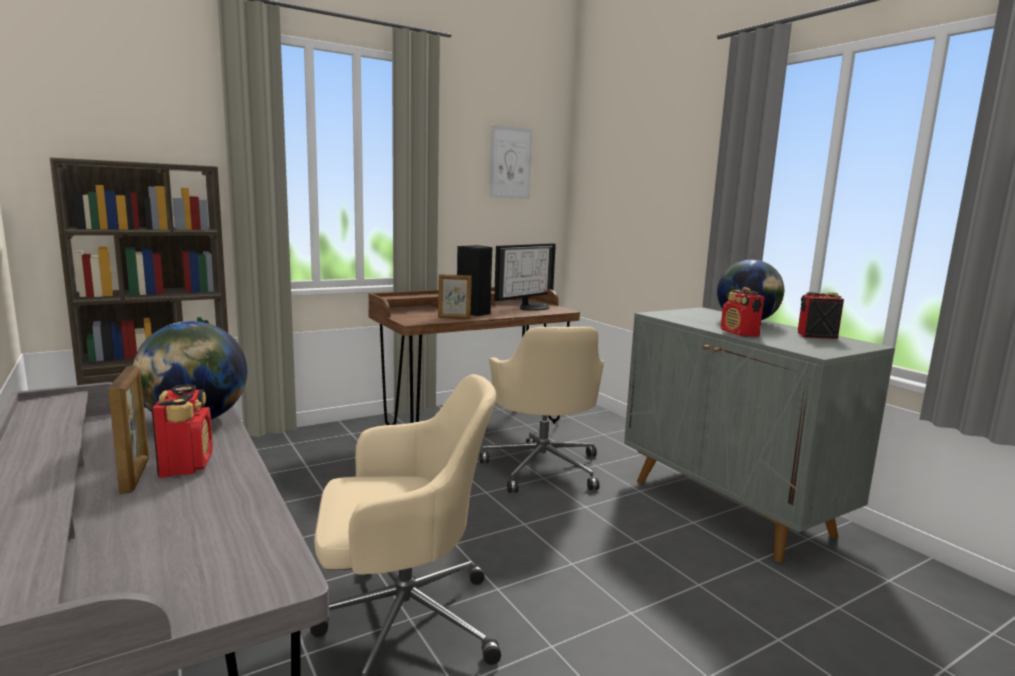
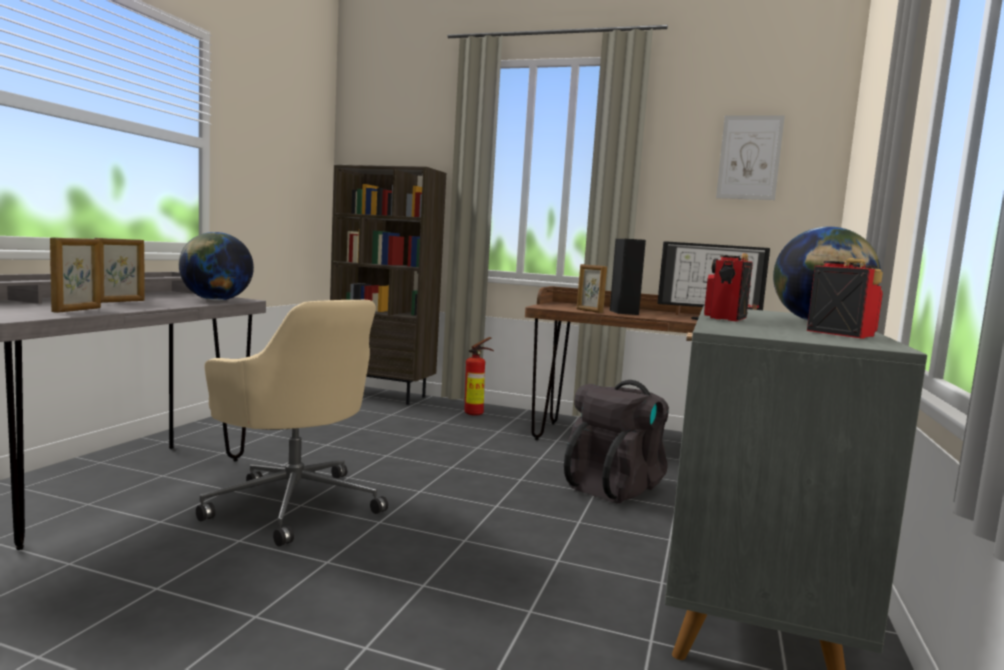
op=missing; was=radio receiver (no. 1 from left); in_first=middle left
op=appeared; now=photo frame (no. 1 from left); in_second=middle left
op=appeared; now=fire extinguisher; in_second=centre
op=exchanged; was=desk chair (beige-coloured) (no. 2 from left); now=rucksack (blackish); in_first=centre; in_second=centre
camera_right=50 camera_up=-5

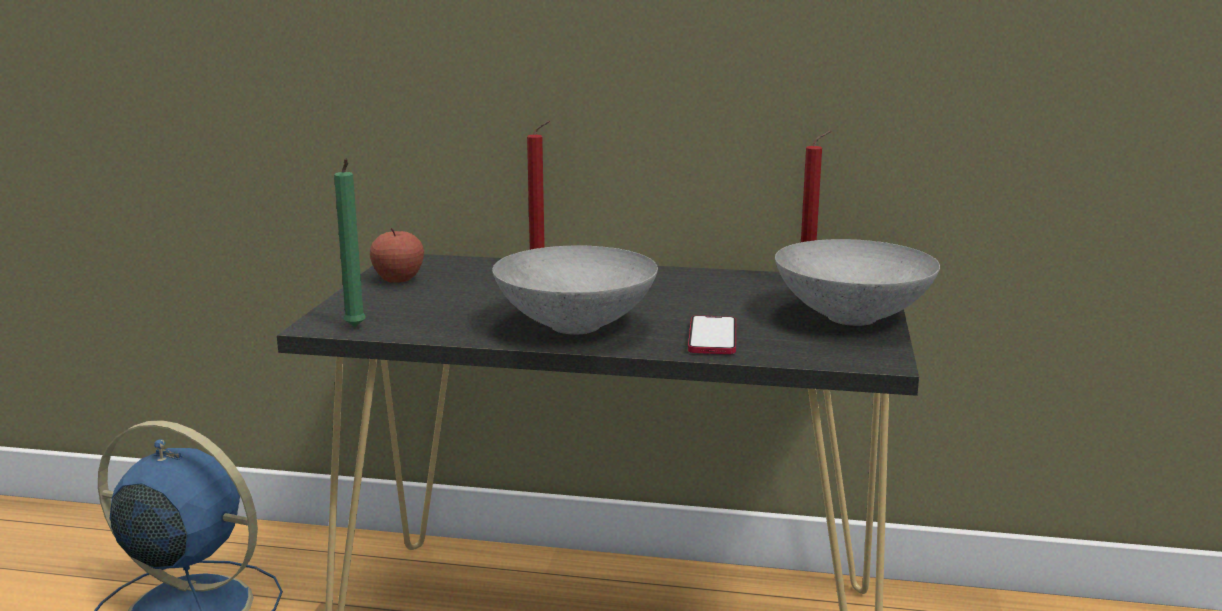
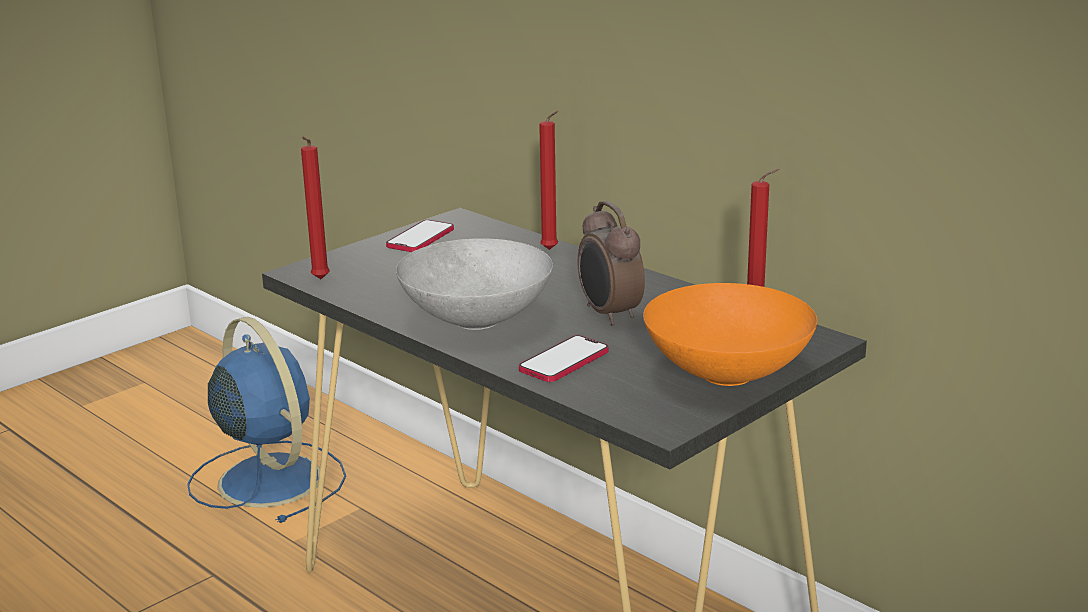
op=appeared; now=bedside clock; in_second=centre
op=exchanged; was=whole apple; now=phone (no. 1 from left); in_first=middle left; in_second=centre
op=colour; was=candle (green); now=candle (reddish) (no. 1 from left); in_first=middle left; in_second=middle left
op=colour; was=serving bowl (grey) (no. 2 from left); now=serving bowl (orange-coloured); in_first=middle right; in_second=middle right
camera_right=35 camera_up=5

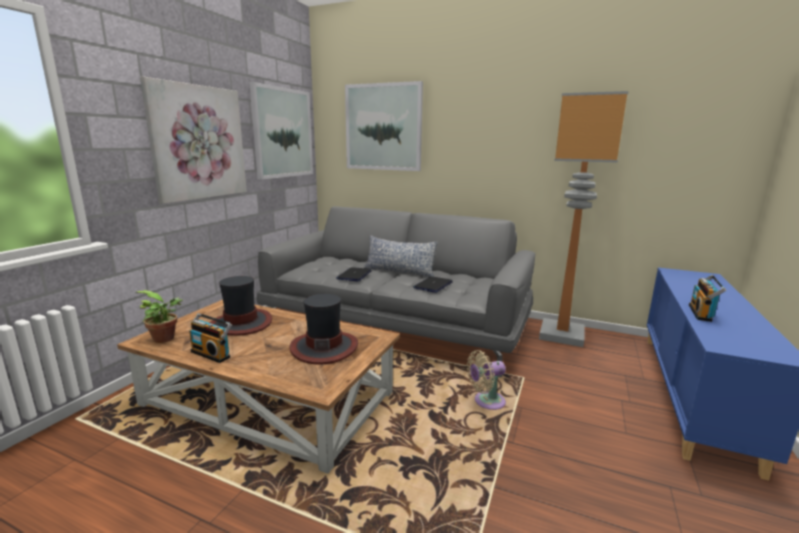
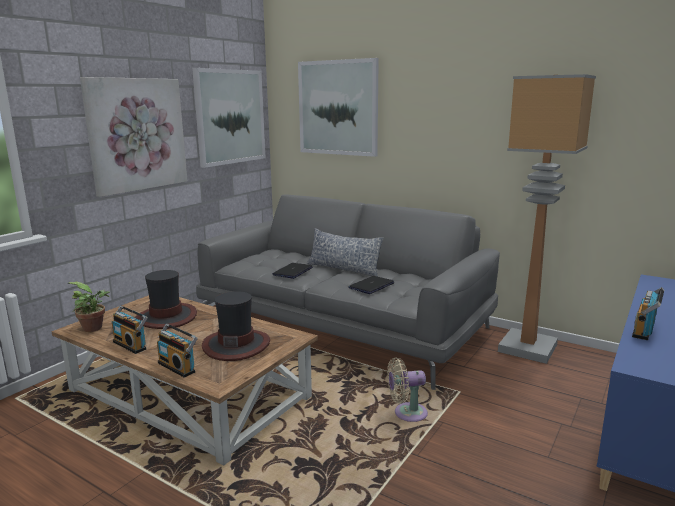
op=appeared; now=radio receiver (no. 2 from left); in_second=bottom left
camera_right=10 camera_up=0

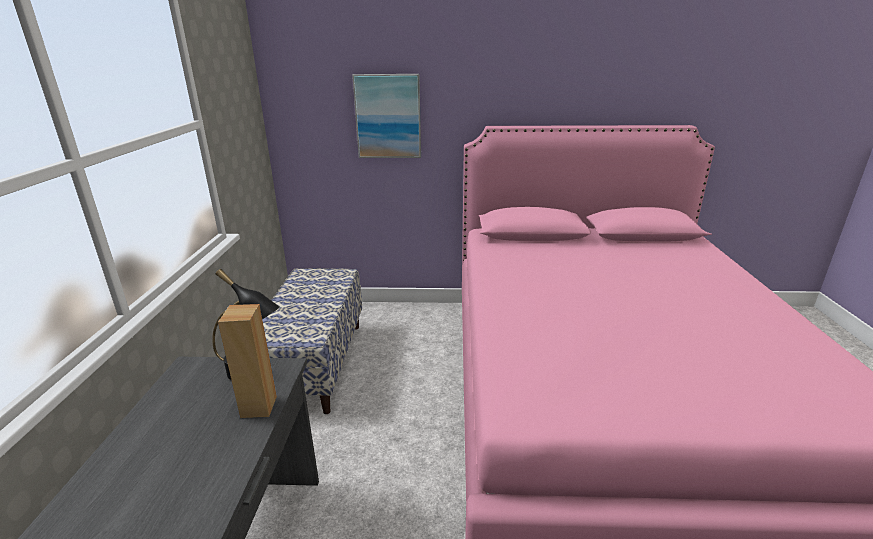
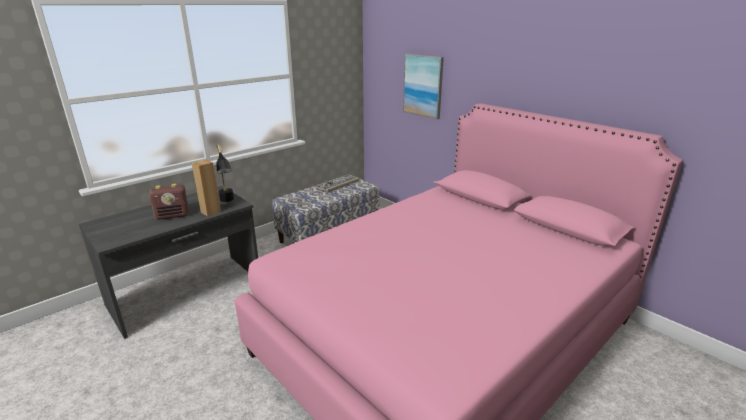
op=appeared; now=radio receiver; in_second=middle left
op=appeared; now=computer keyboard; in_second=centre
camera_right=45 camera_up=0

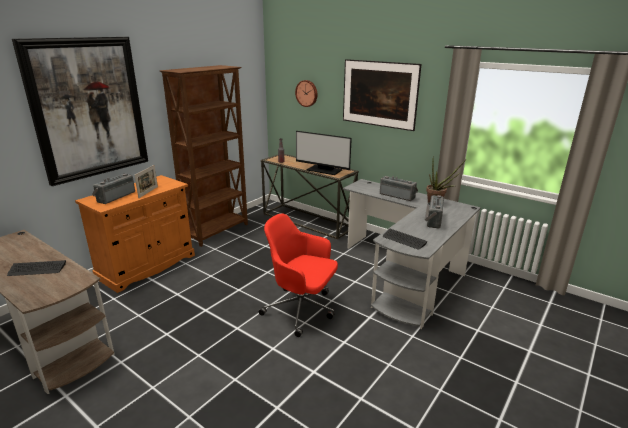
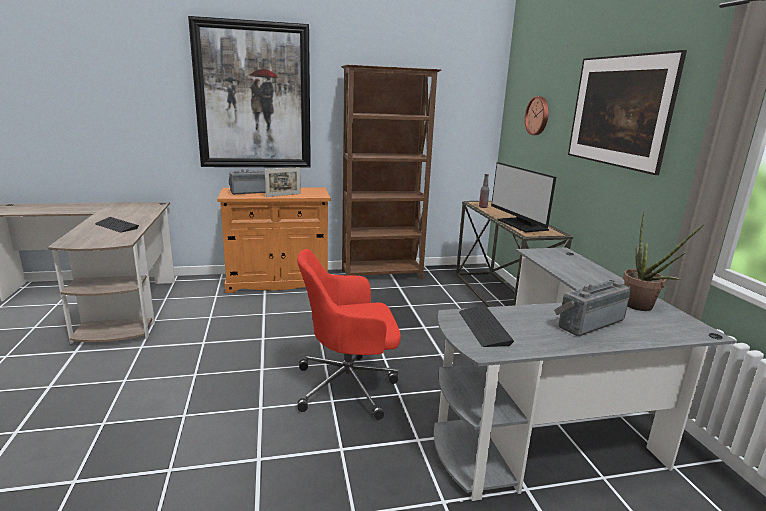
op=missing; was=radio receiver (no. 2 from left); in_first=centre
op=spun; was=desk chair (reddish); in_first=centre; in_second=centre; clockwise=-75
camera_right=40 camera_up=-5

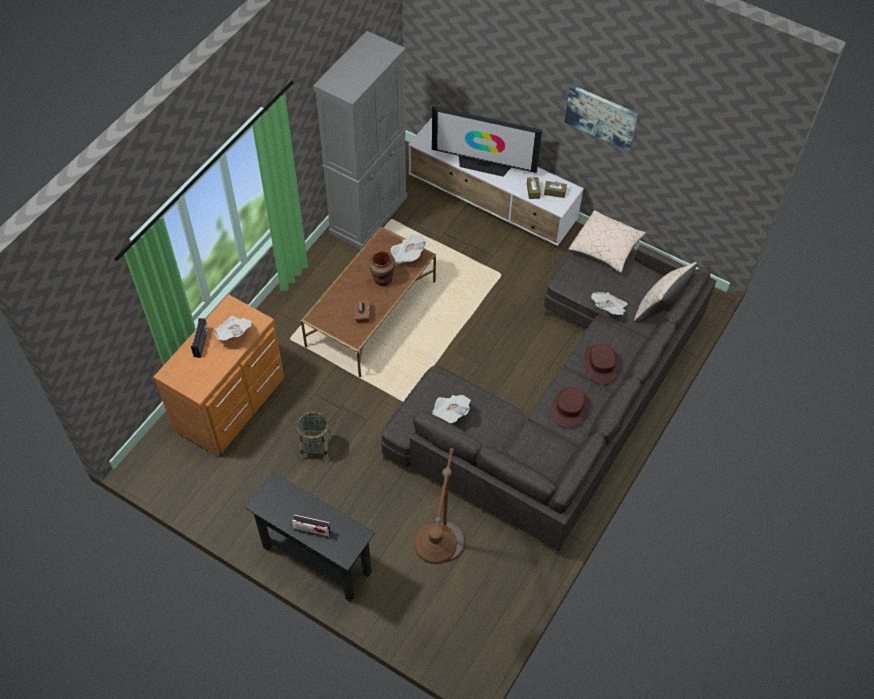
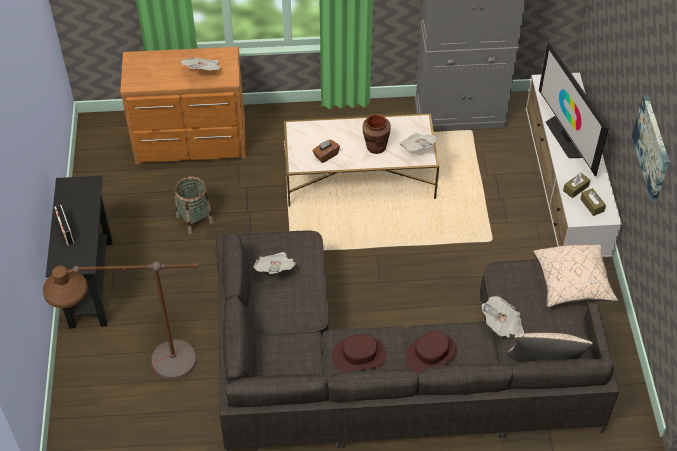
op=missing; was=radio receiver (no. 1 from left); in_first=middle left
op=colour; was=lounge table (brown); now=lounge table (white-coloured); in_first=centre; in_second=centre
camera_right=55 camera_up=-5

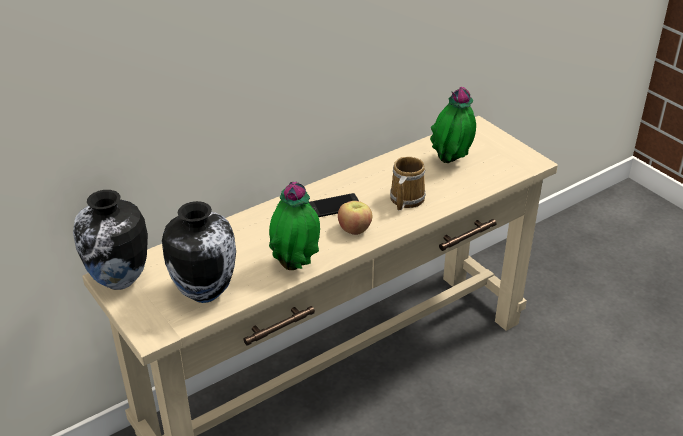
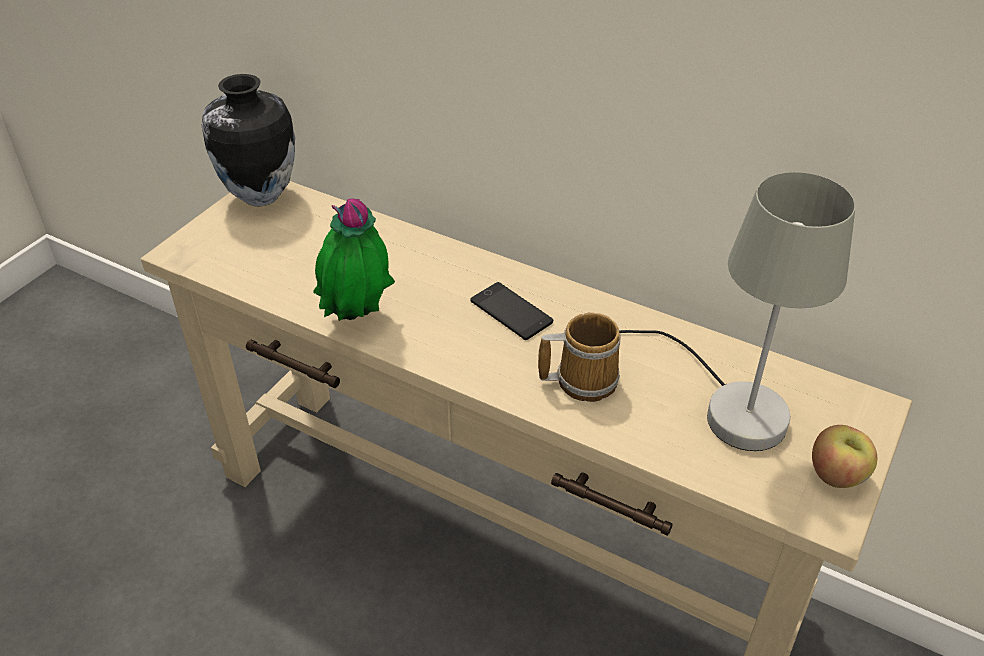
op=missing; was=decorative vase (no. 2 from left); in_first=middle left
op=relocated; was=whole apple; in_first=centre; in_second=bottom right
op=exchanged; was=houseplant (no. 2 from left); now=table lamp (grey); in_first=top centre; in_second=middle right
camera_right=65 camera_up=5

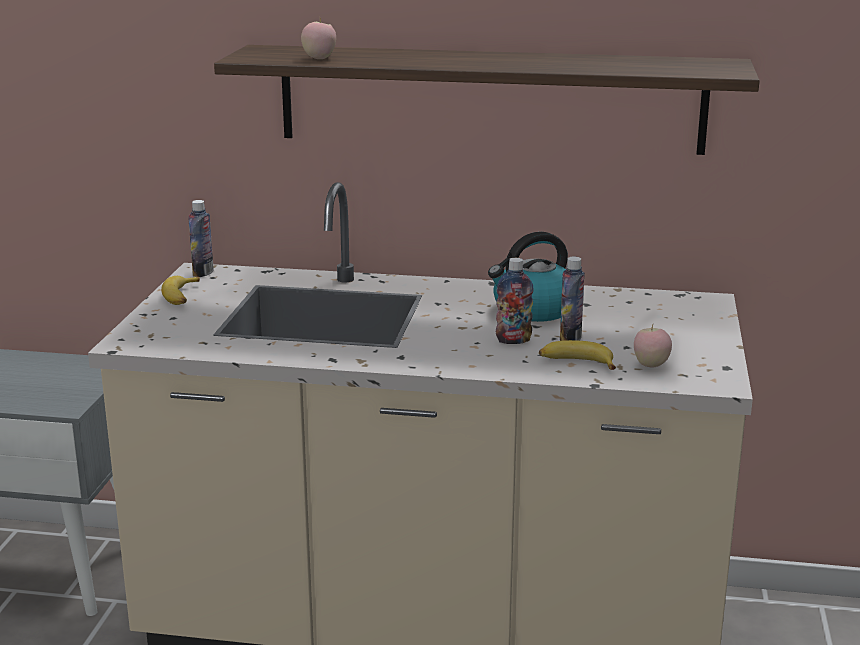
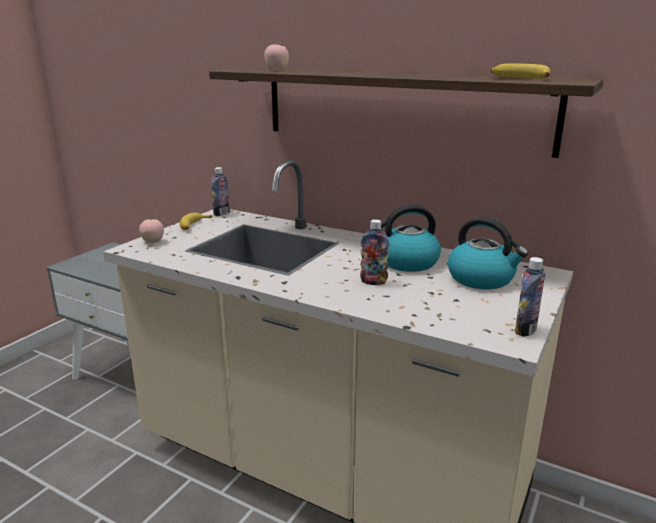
op=appeared; now=kettle (no. 2 from left); in_second=middle right
op=relocated; was=banana (no. 2 from left); in_first=middle right; in_second=top right
op=relocated; was=drink bottle (no. 3 from left); in_first=centre; in_second=middle right
op=relocated; was=whole apple (no. 2 from left in the first image); now=whole apple (no. 1 from left); in_first=middle right; in_second=middle left
camera_right=20 camera_up=0

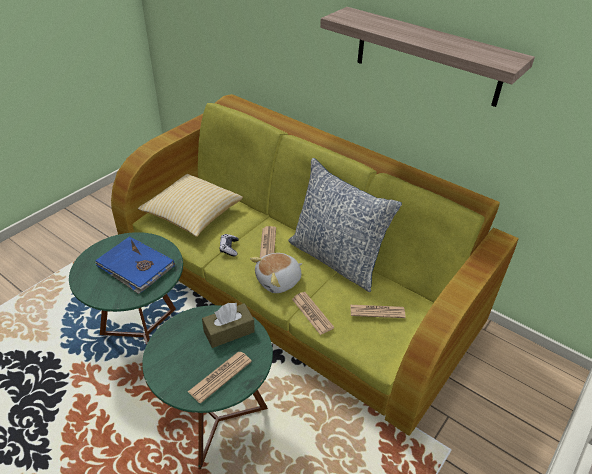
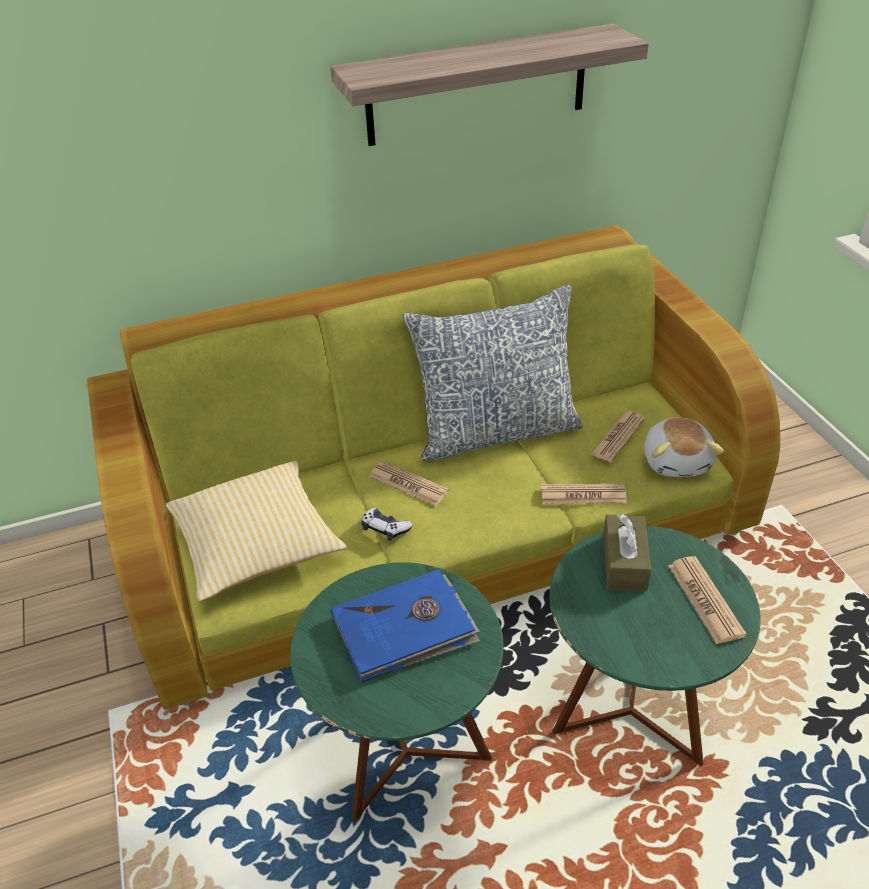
op=relocated; was=cuddly toy; in_first=centre; in_second=middle right
camera_right=-55 camera_up=0

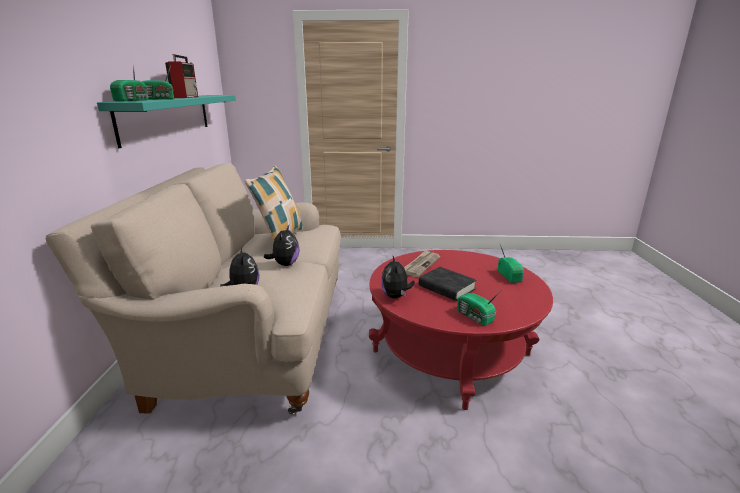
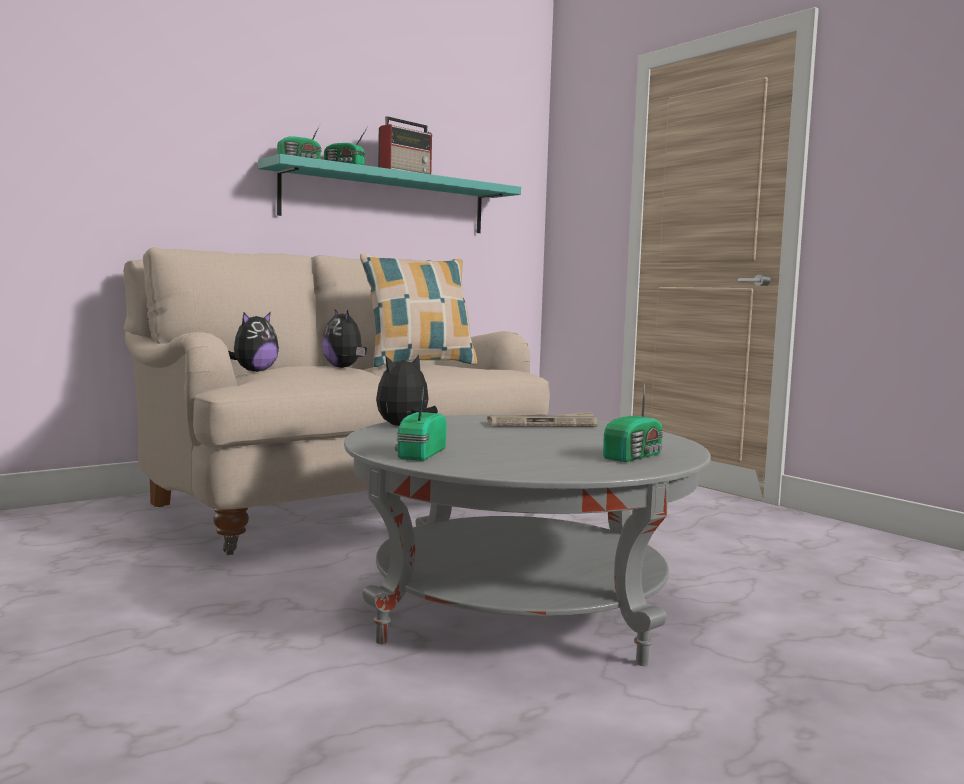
op=missing; was=volume (blackish); in_first=centre
op=colour; was=lounge table (reddish); now=lounge table (grey); in_first=bottom centre; in_second=bottom centre
op=spun; was=cuddly toy (no. 2 from left); in_first=centre; in_second=centre; clockwise=90
camera_right=50 camera_up=-15

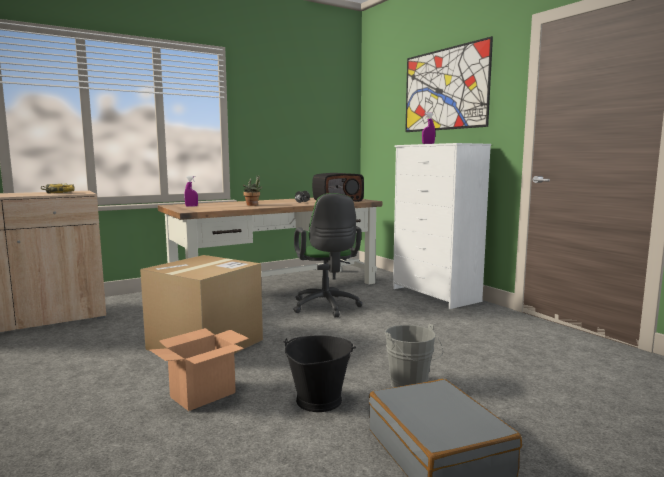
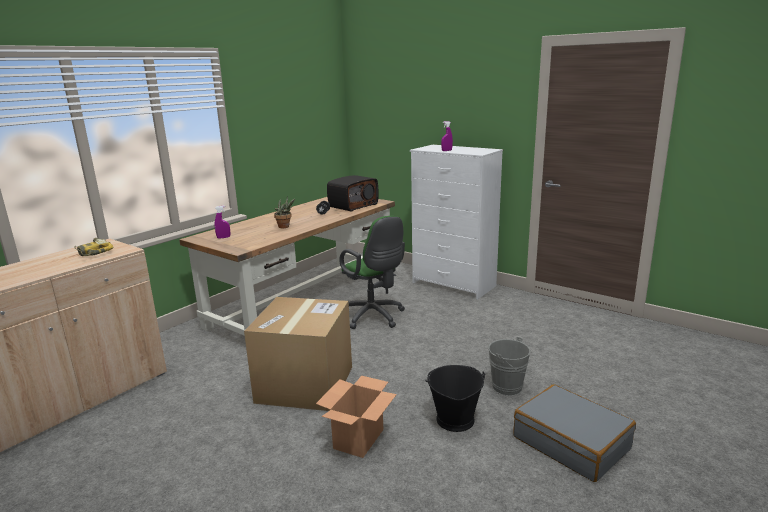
op=missing; was=picture; in_first=top right
camera_right=-20 camera_up=10

